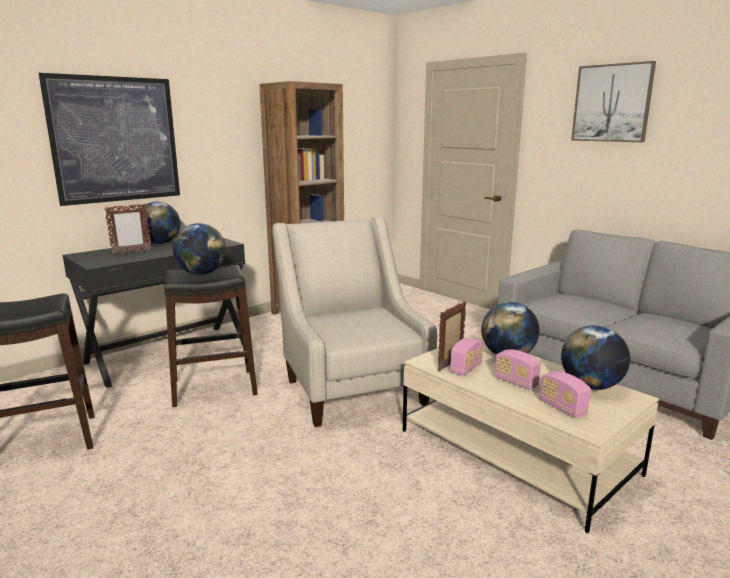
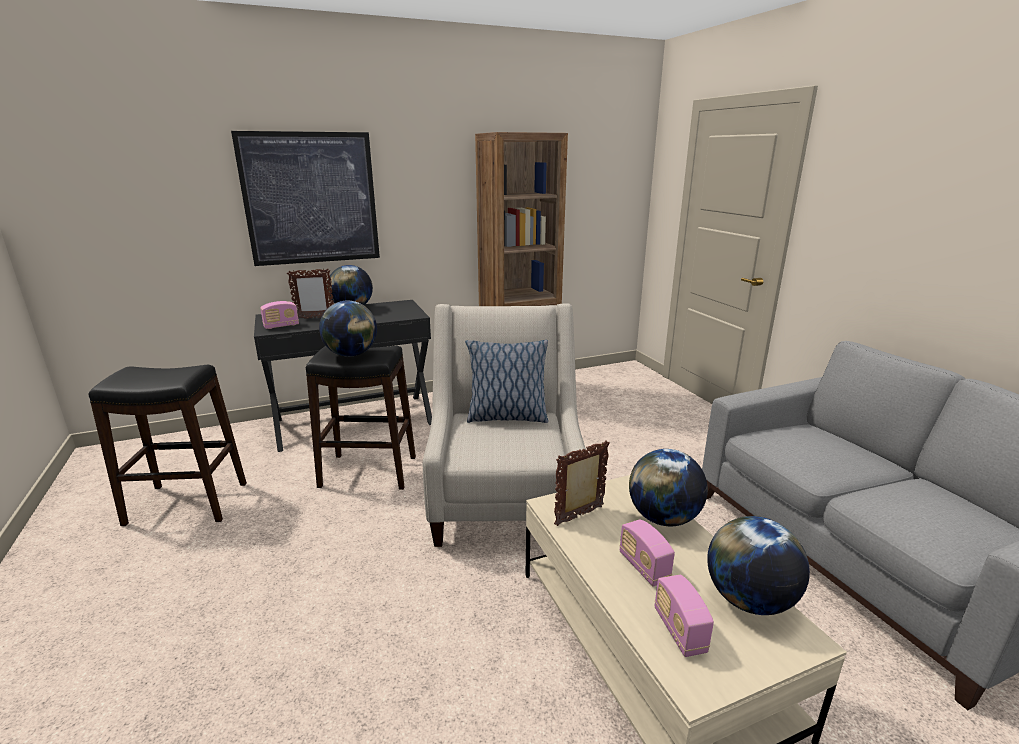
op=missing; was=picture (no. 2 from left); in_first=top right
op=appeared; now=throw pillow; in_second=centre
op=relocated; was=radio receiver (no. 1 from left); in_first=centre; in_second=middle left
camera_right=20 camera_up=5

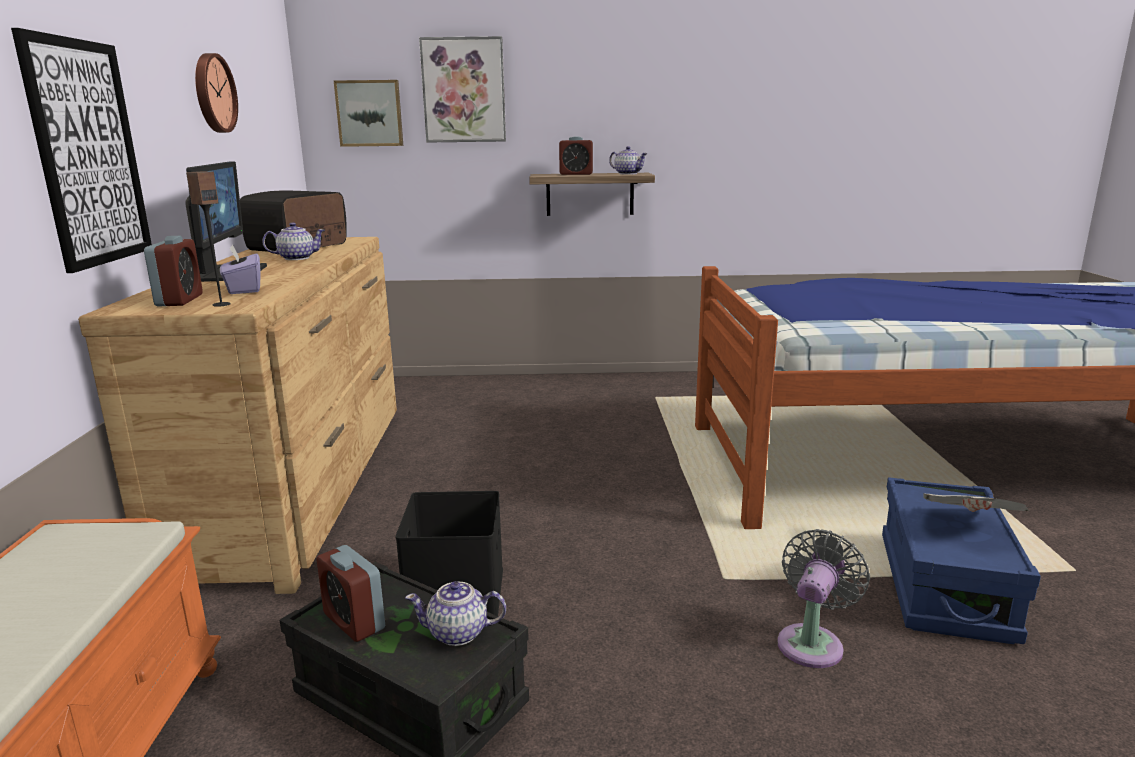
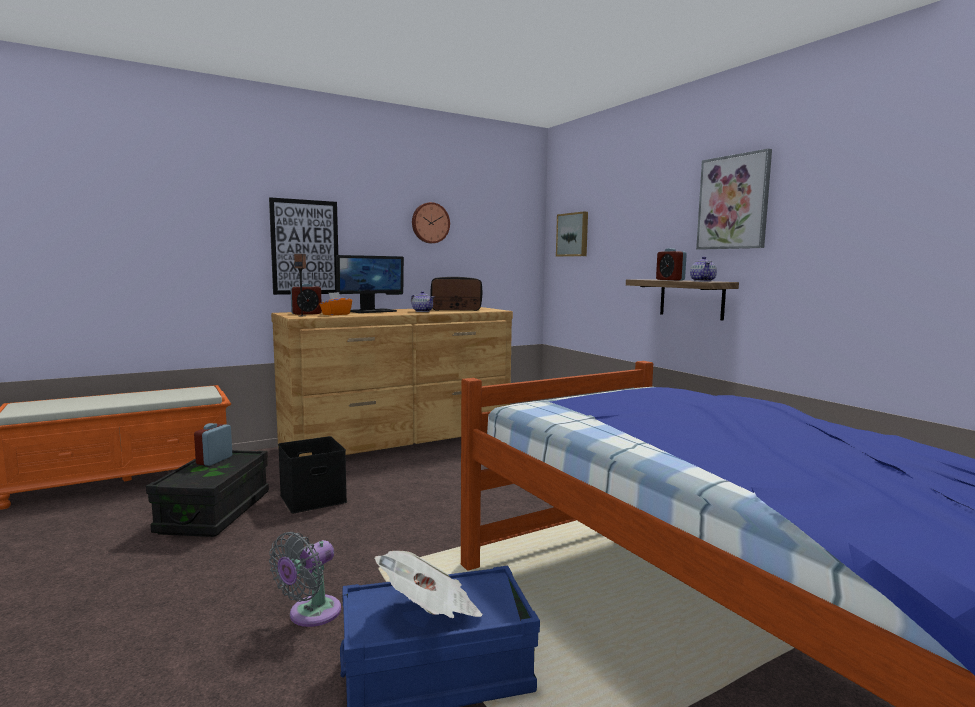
op=missing; was=teapot (no. 2 from left); in_first=bottom centre
op=relocated; was=picture (no. 3 from left); in_first=top centre; in_second=top right
op=colour; was=tissue holder (purple); now=tissue holder (orange-coloured); in_first=middle left; in_second=centre
op=spun; was=electric fan (grey); in_first=bottom right; in_second=bottom left; clockwise=120
camera_right=60 camera_up=-10

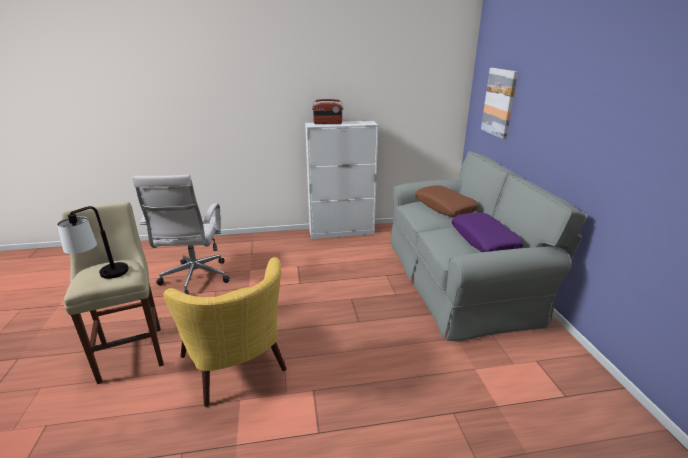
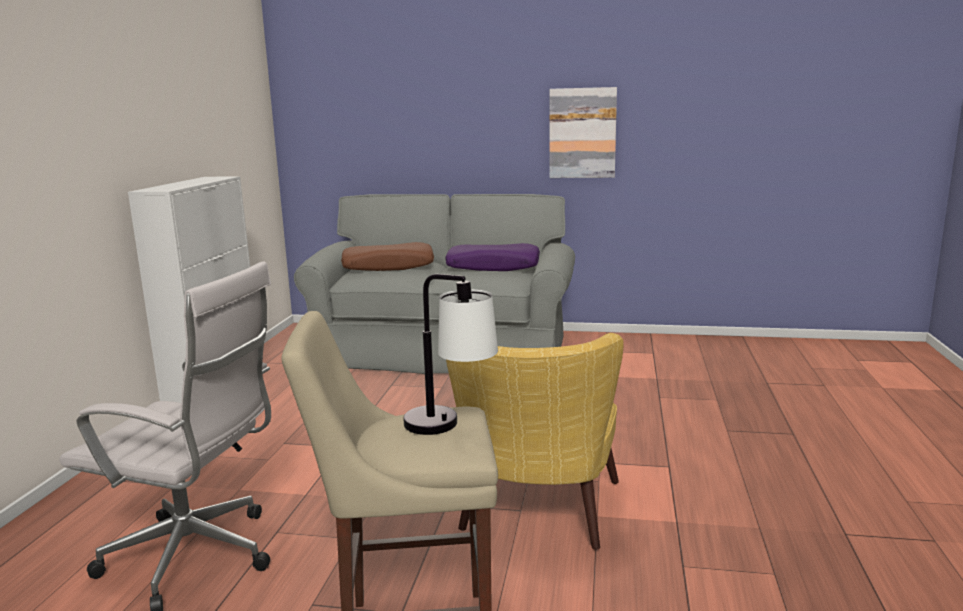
op=missing; was=radio receiver; in_first=top centre
op=relocated; was=picture; in_first=top right; in_second=top centre
op=spun; was=armchair (yellow); in_first=bottom left; in_second=bottom centre; clockwise=120
camera_right=-70 camera_up=-10

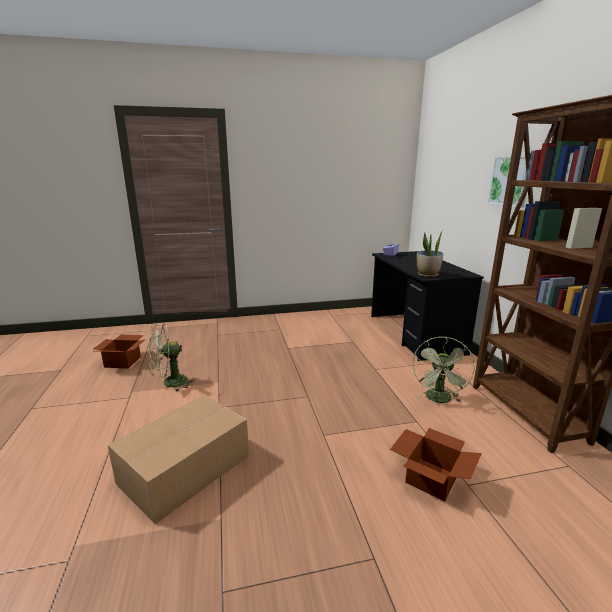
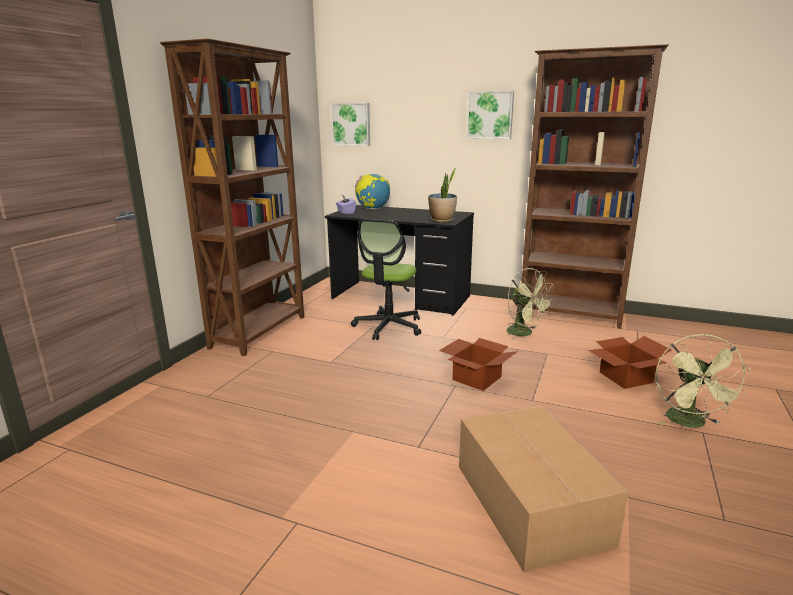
op=appeared; now=bookshelf (brown) (no. 1 from left); in_second=top left
op=appeared; now=picture (no. 1 from left); in_second=top centre
op=appeared; now=desk chair; in_second=centre
op=appeared; now=world globe; in_second=top centre
op=relocated; was=carton (no. 1 from left); in_first=middle left; in_second=centre
op=relocated; was=electric fan (green) (no. 1 from left in the first image); now=electric fan (green) (no. 2 from left); in_first=middle left; in_second=middle right
camera_right=-55 camera_up=0

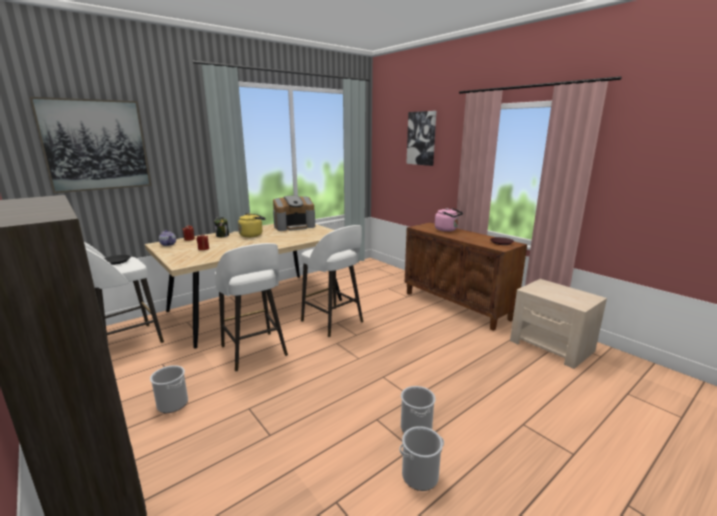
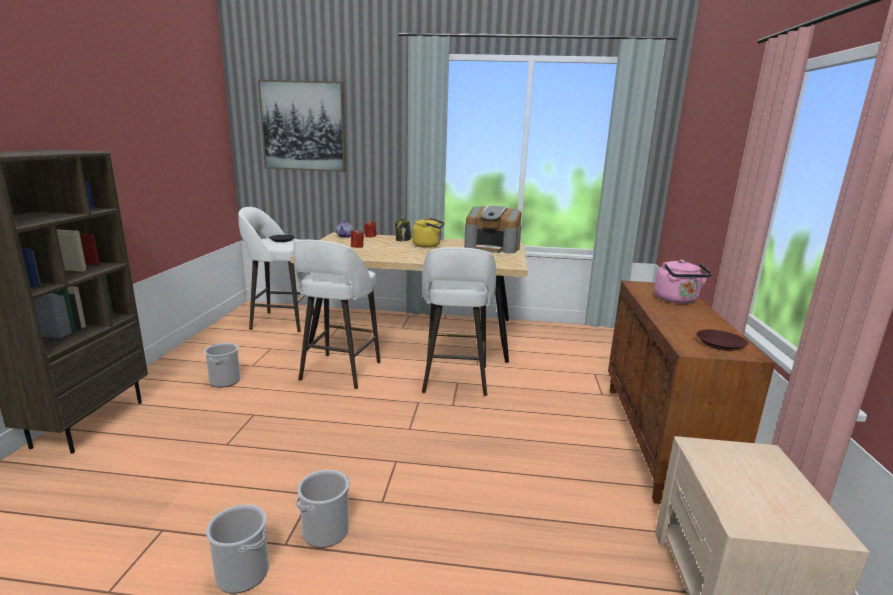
op=missing; was=picture (no. 2 from left); in_first=top centre
camera_right=45 camera_up=0

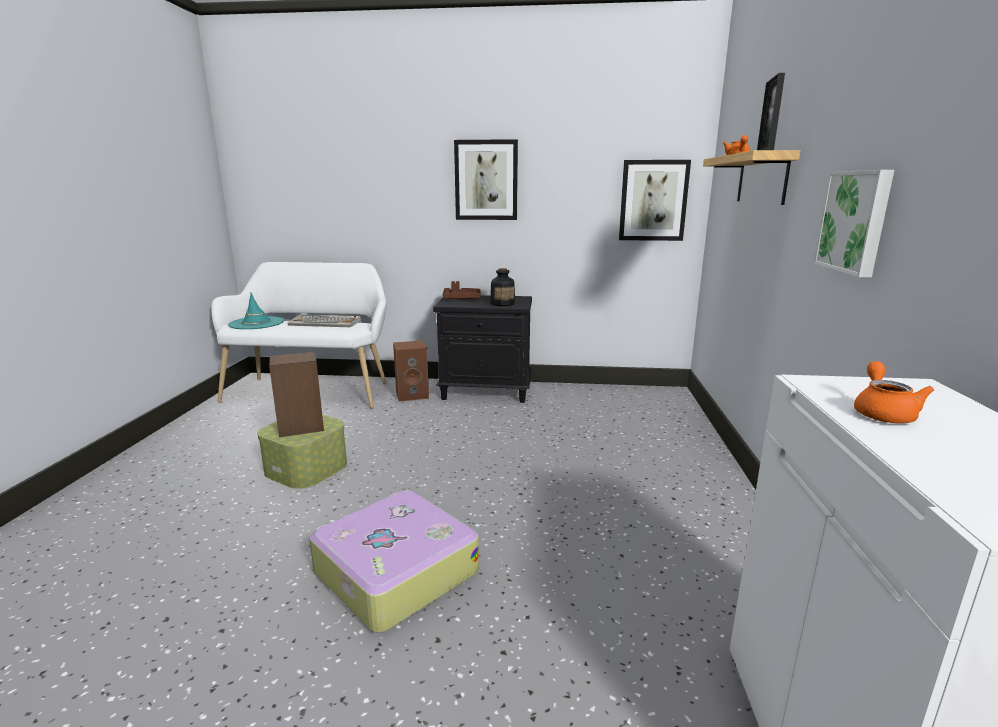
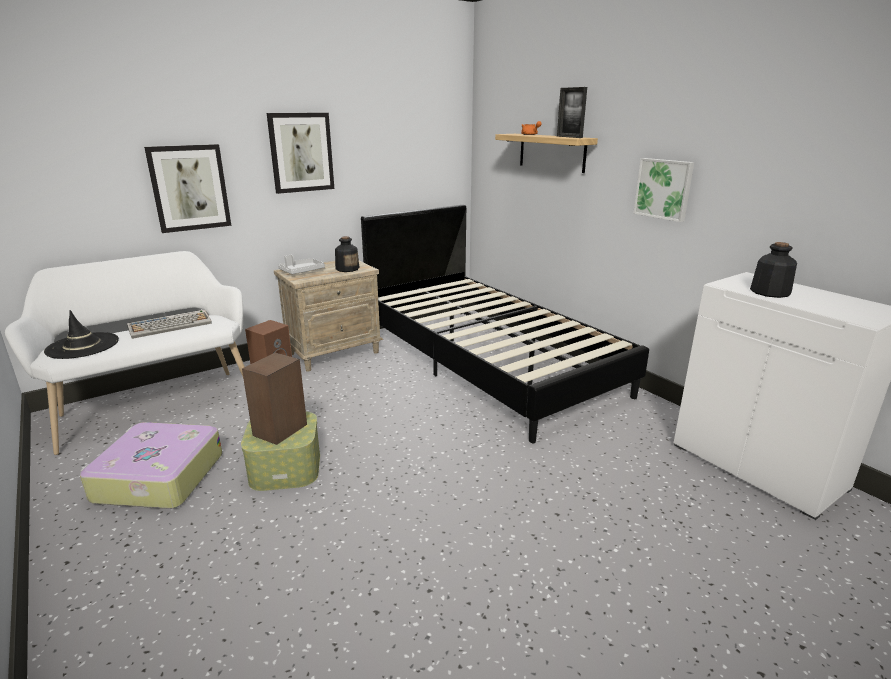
op=appeared; now=bedroom bed (blackish); in_second=centre
op=relocated; was=piece of luggage; in_first=bottom centre; in_second=bottom left
op=relocated; was=picture (no. 2 from left in the first image); now=picture (no. 1 from left); in_first=top centre; in_second=top left
op=exchanged; was=teapot (orange-coloured) (no. 2 from left); now=drink bottle (no. 2 from left); in_first=middle right; in_second=middle right
op=colour; was=hat (turquoise); now=hat (blackish); in_first=middle left; in_second=middle left
op=colour; was=bedside table (blackish); now=bedside table (beige-coloured); in_first=centre; in_second=centre
op=colour; was=serving tray (brown); now=serving tray (grey); in_first=centre; in_second=centre
camera_right=-40 camera_up=5

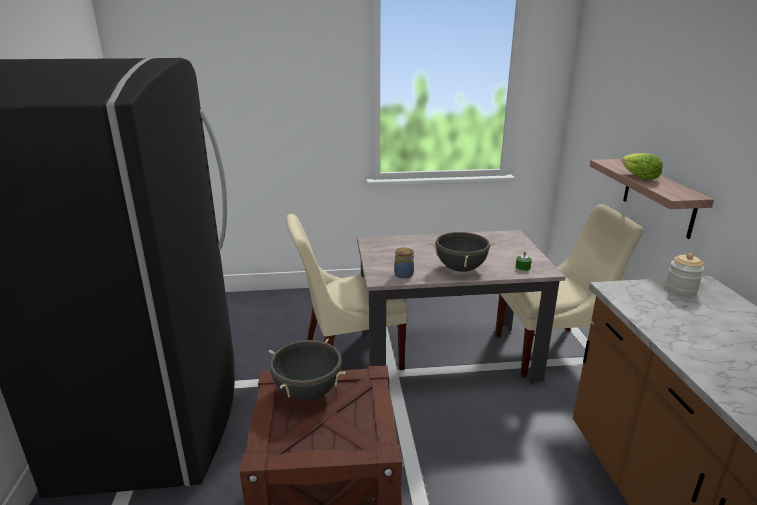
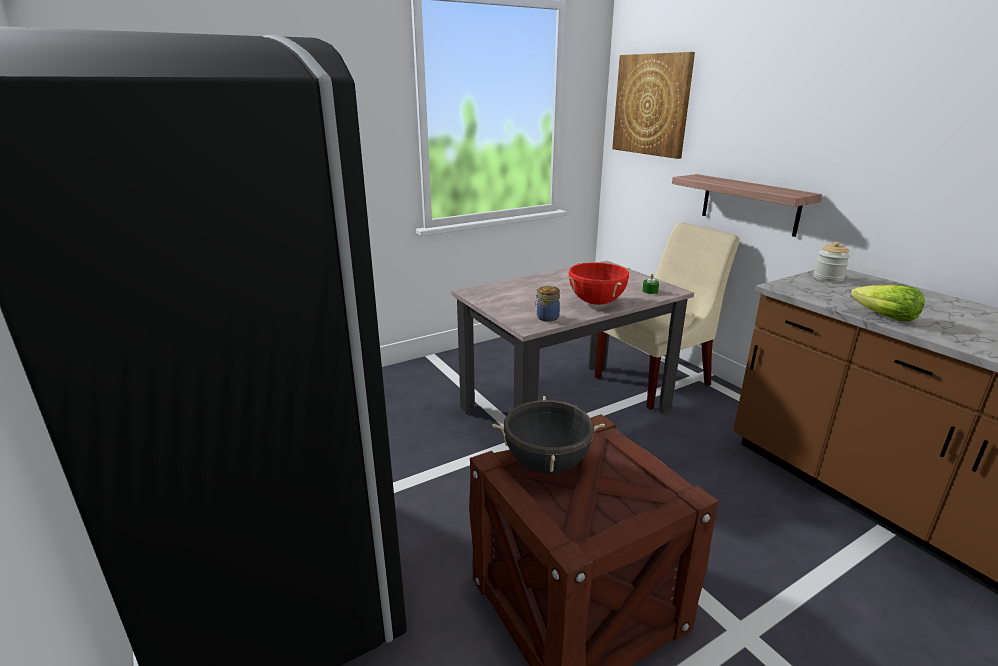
op=missing; was=upright chair (beige-coloured) (no. 1 from left); in_first=centre
op=appeared; now=picture; in_second=top centre
op=relocated; was=lettuce; in_first=top right; in_second=middle right
op=colour; was=stockpot (blackish) (no. 2 from left); now=stockpot (reddish); in_first=centre; in_second=centre
camera_right=-25 camera_up=0

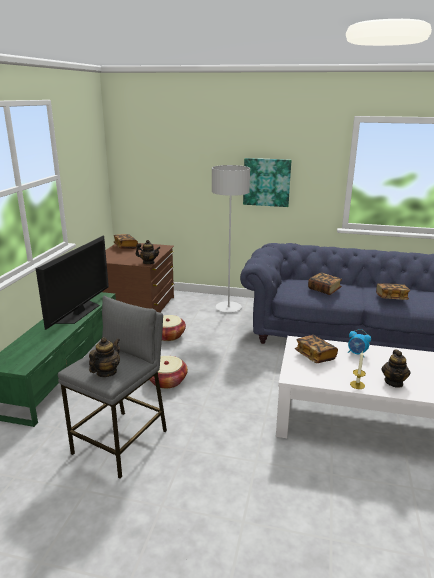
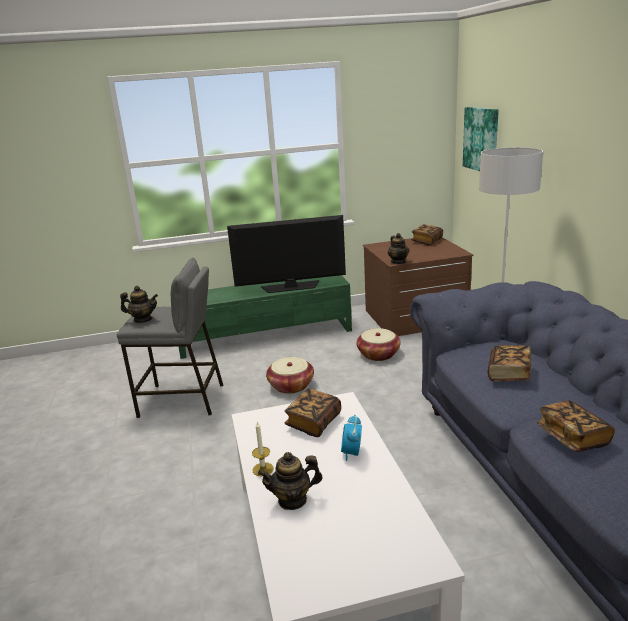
op=relocated; was=picture; in_first=top centre; in_second=top right
camera_right=65 camera_up=0

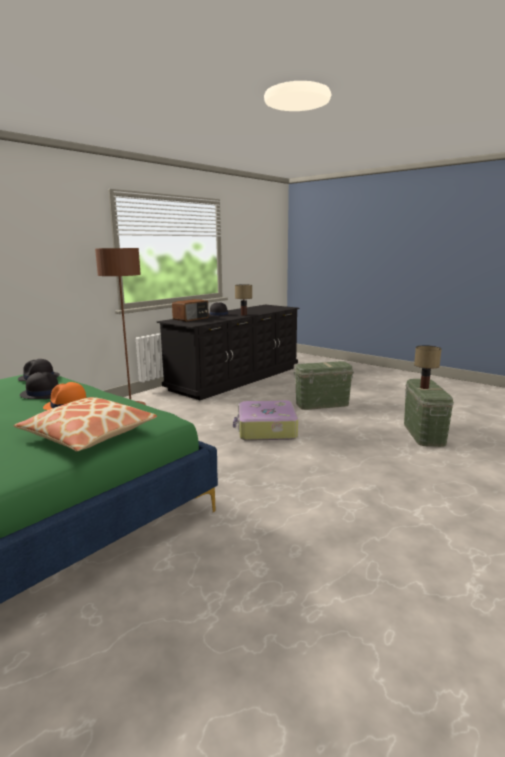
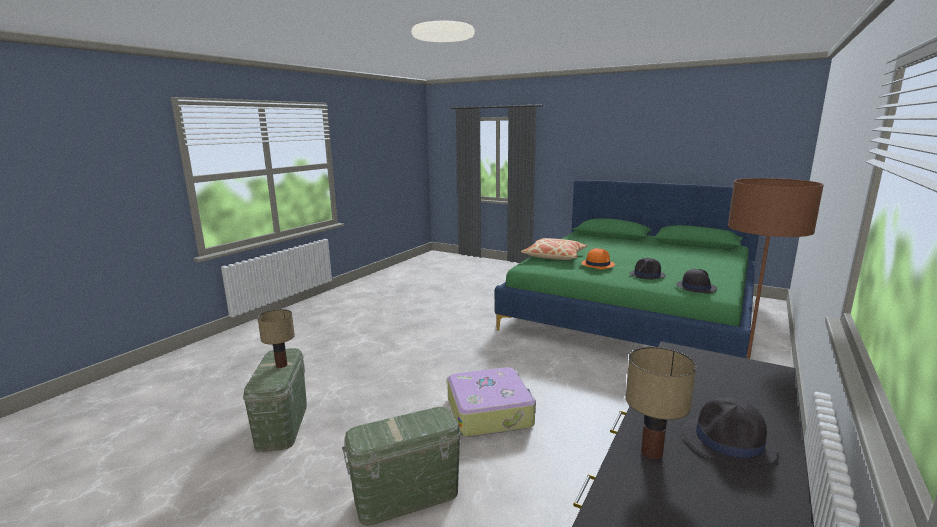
op=missing; was=radio receiver; in_first=centre
camera_right=170 camera_up=0

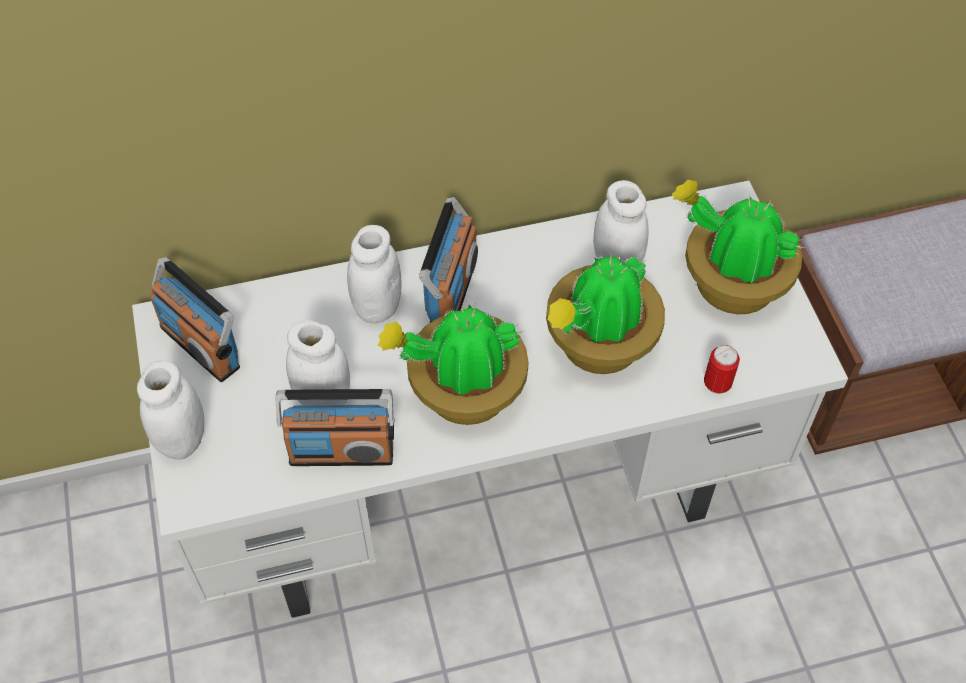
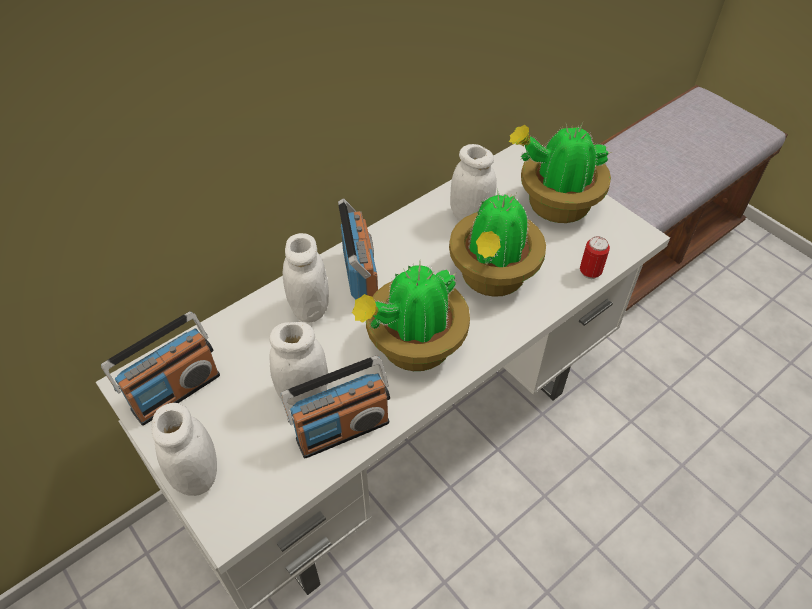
op=spun; was=radio receiver (no. 1 from left); in_first=middle left; in_second=middle left; clockwise=-60
camera_right=-25 camera_up=-5

